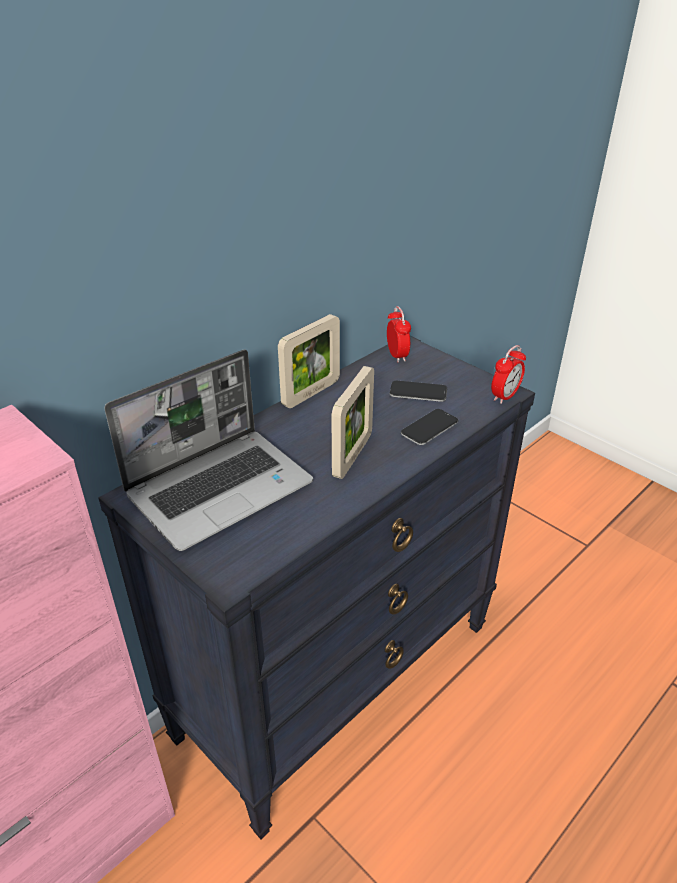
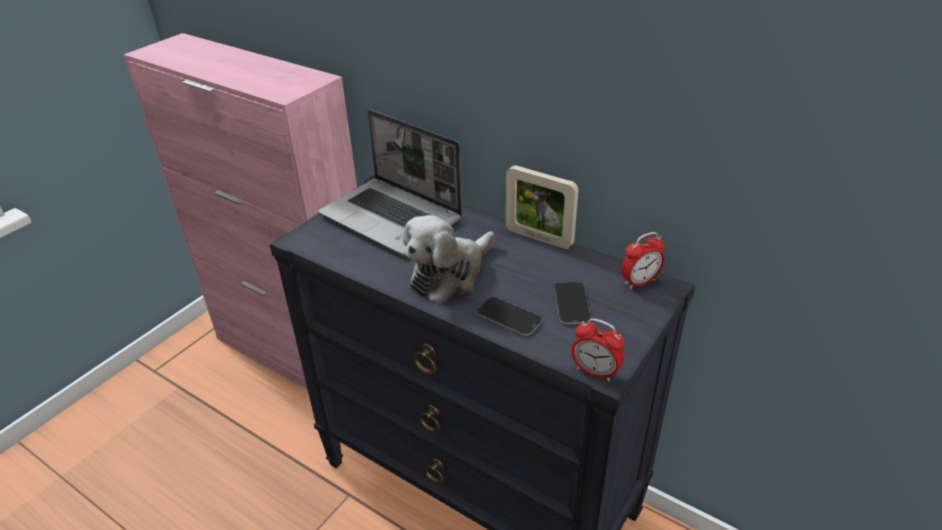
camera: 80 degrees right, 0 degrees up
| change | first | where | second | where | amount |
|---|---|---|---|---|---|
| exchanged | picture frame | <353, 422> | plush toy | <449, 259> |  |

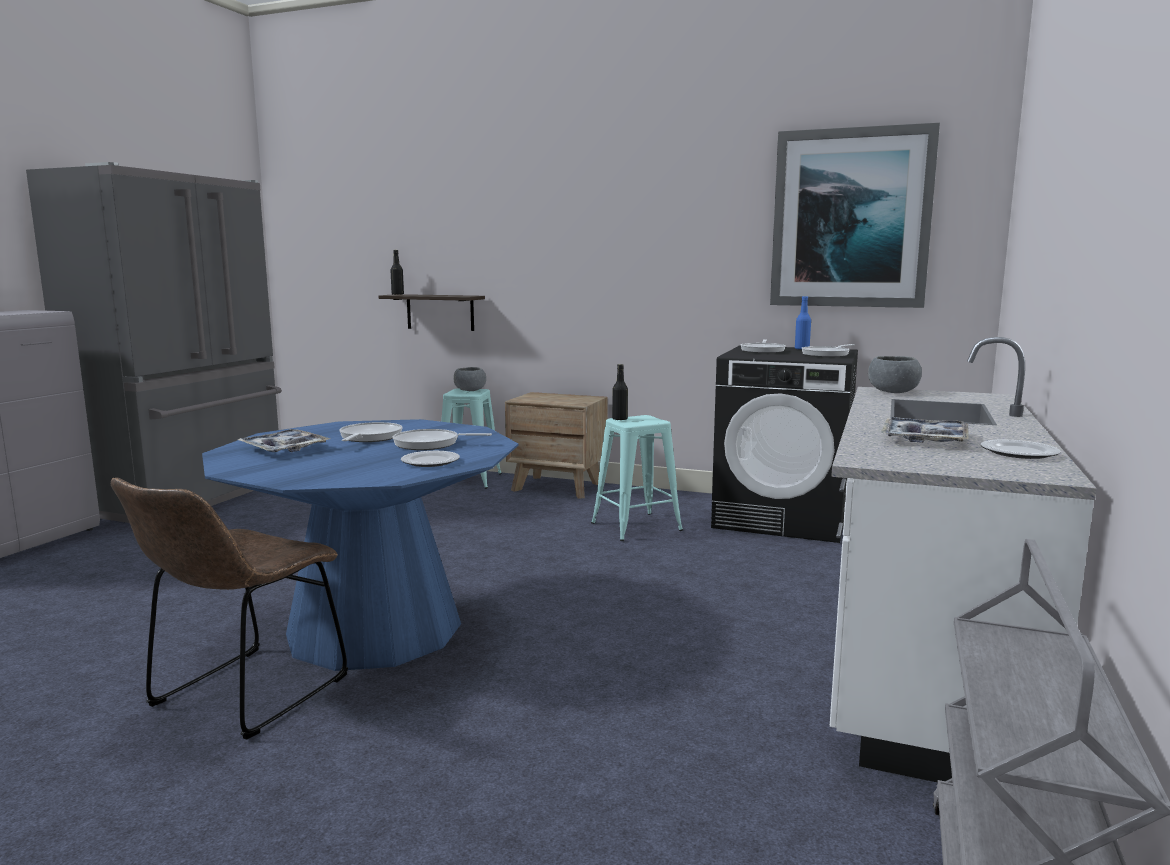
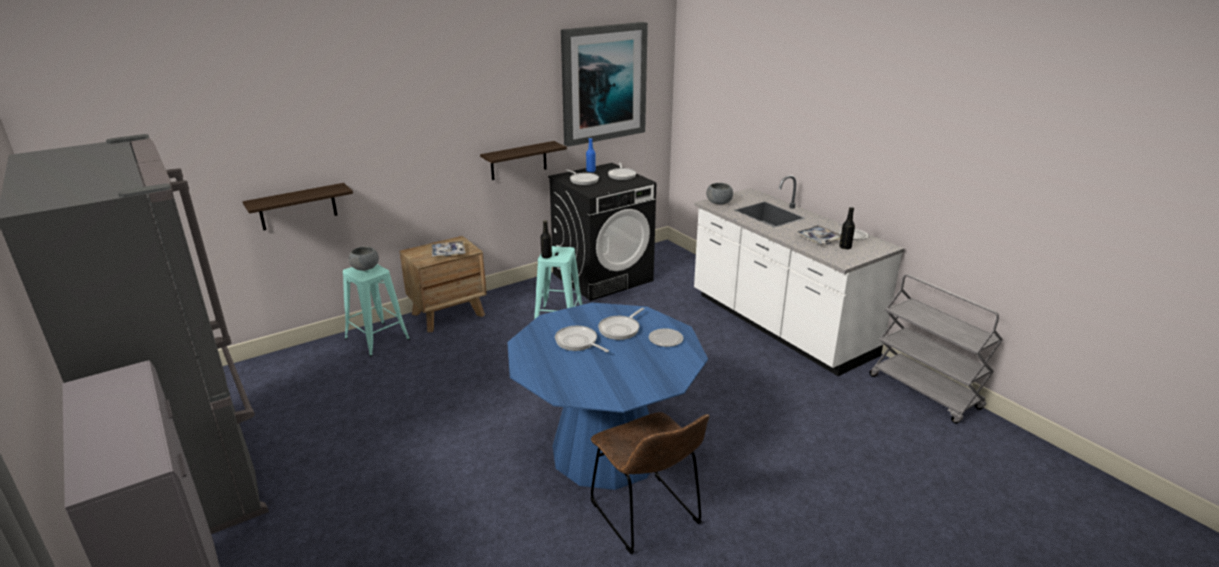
camera: 55 degrees left, 15 degrees up
| change | first | where | second | where | amount |
|---|---|---|---|---|---|
| relocated | serving tray | <284, 440> |  | <448, 249> |  |
| appeared |  |  | bracket shelf | <523, 160> |  |
| relocated | black-coloured bottle | <397, 272> |  | <847, 228> |  |

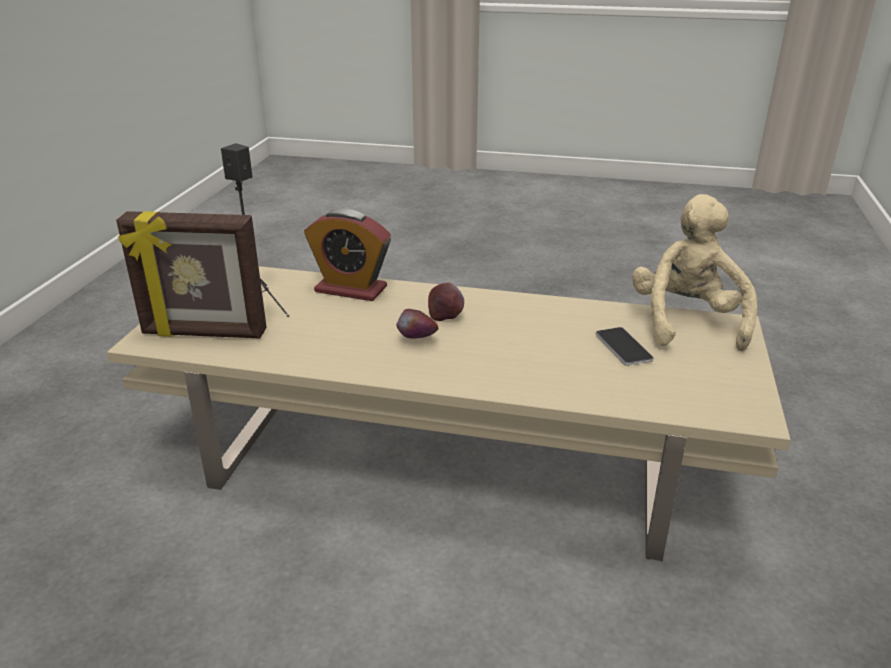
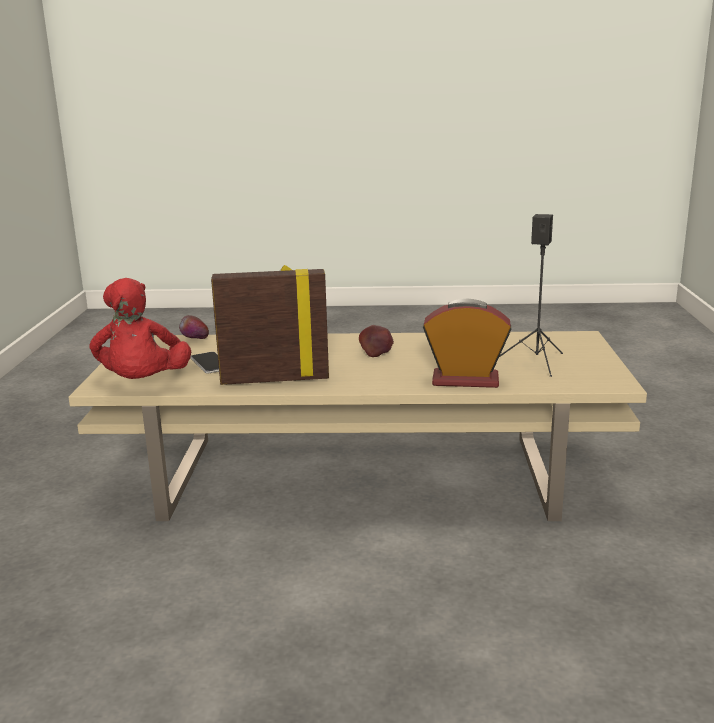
camera: 170 degrees right, 10 degrees down
| change | first | where | second | where | amount |
|---|---|---|---|---|---|
| colour | beige-coloured plush toy | <694, 272> | red plush toy | <140, 328> |  |
| relocated | whole apple | <446, 302> |  | <194, 327> |  |
| relocated | picture frame | <191, 274> |  | <270, 325> |  |

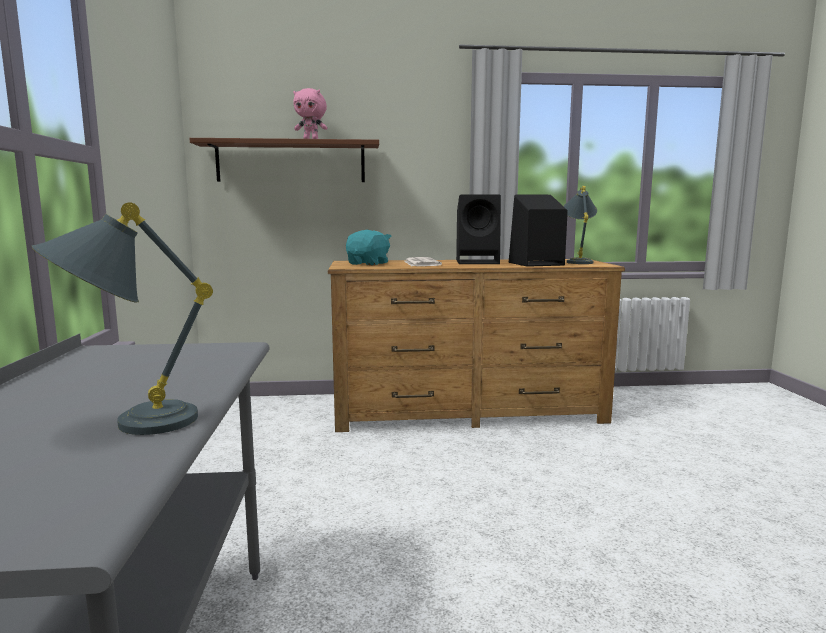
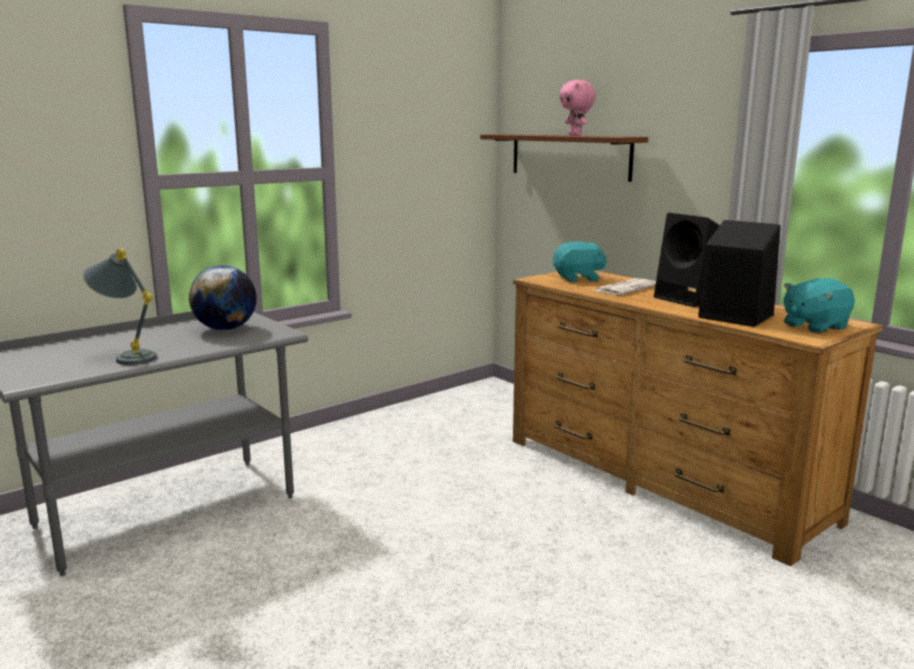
camera: 55 degrees right, 5 degrees up
| change | first | where | second | where | amount |
|---|---|---|---|---|---|
| appeared |  |  | globe | <223, 297> |  |
| exchanged | greyish lamp for a table | <580, 225> | turquoise plush toy | <819, 305> |  |

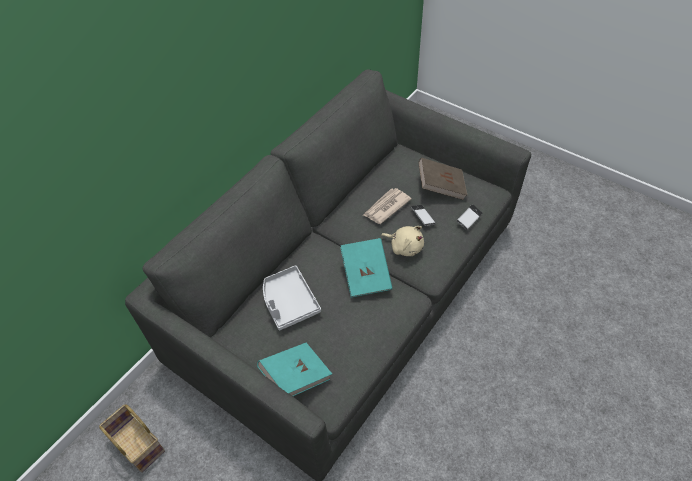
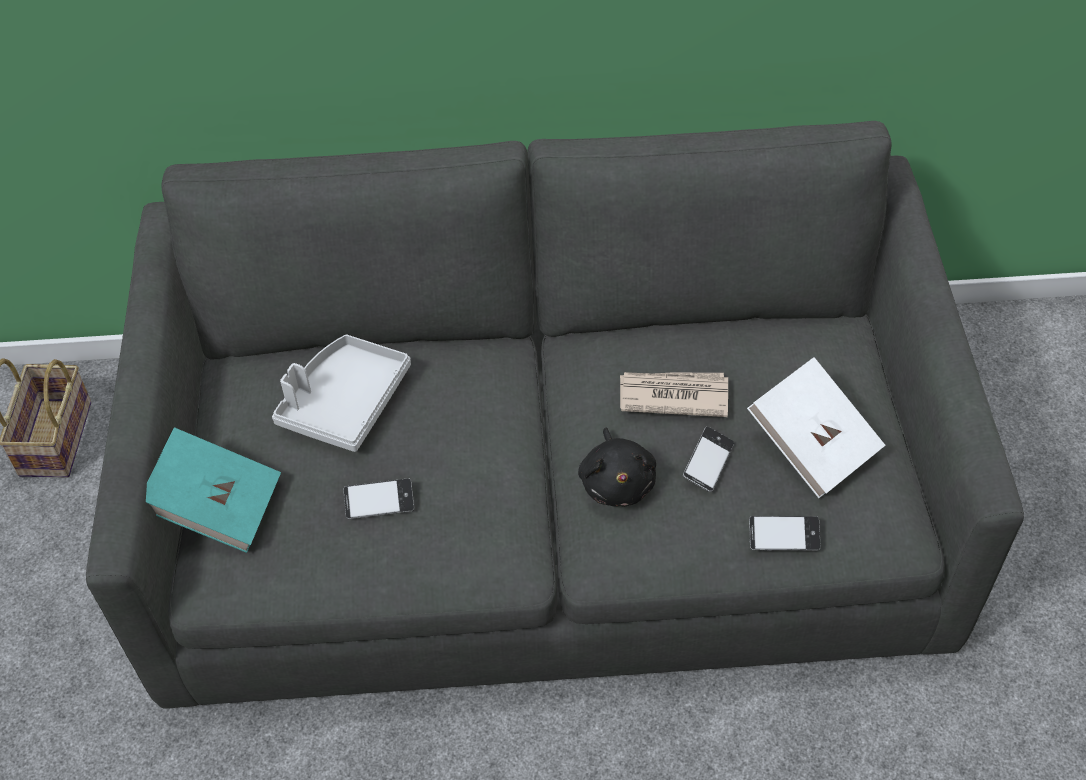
camera: 50 degrees right, 0 degrees up
| change | first | where | second | where | amount |
|---|---|---|---|---|---|
| appeared |  |  | telephone | <378, 498> |  |
| colour | beige-coloured plush toy | <402, 241> | black-coloured plush toy | <617, 467> |  |
| colour | brown volume | <442, 179> | white volume | <816, 427> |  |
| missing | turquoise volume | <366, 268> |  |  |  |

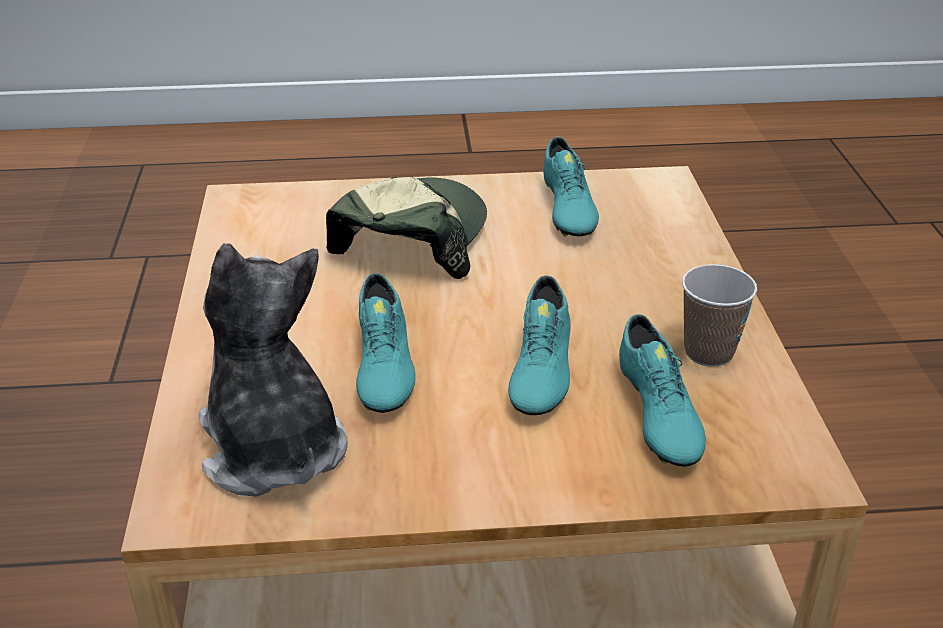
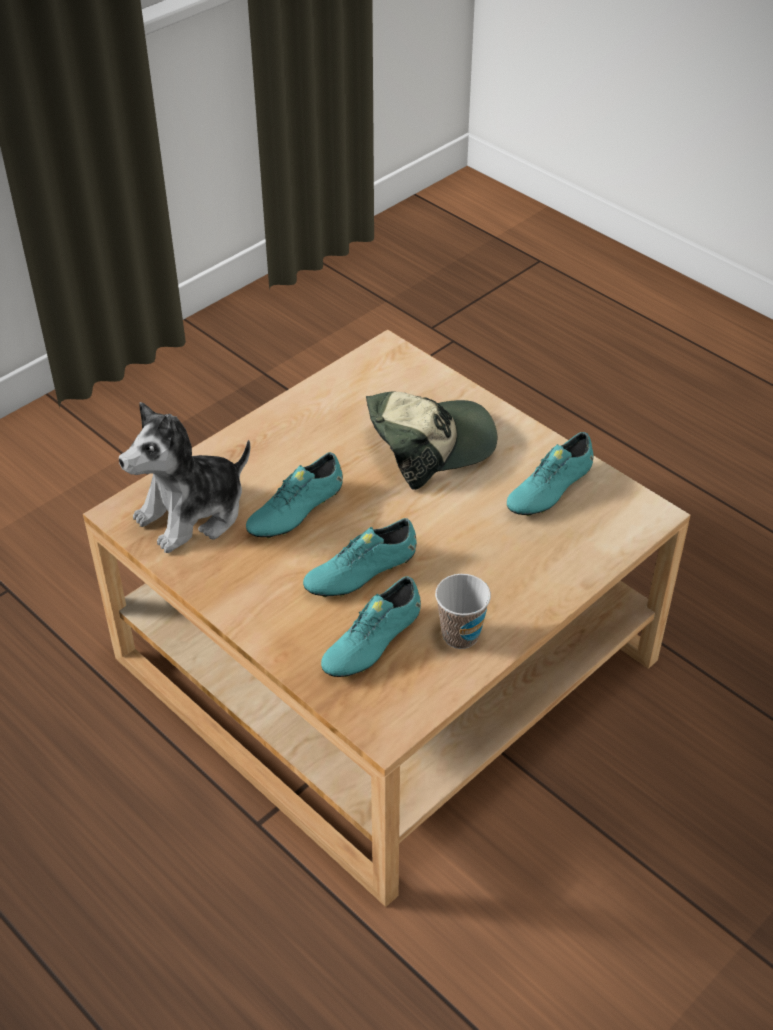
camera: 50 degrees right, 10 degrees up
| change | first | where | second | where | amount |
|---|---|---|---|---|---|
| spun | plush toy | <273, 370> |  | <184, 477> | 150 degrees counterclockwise |

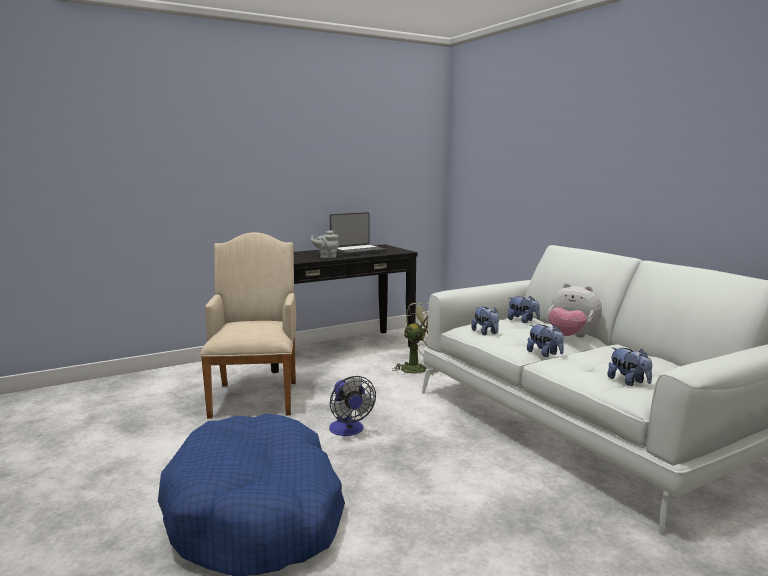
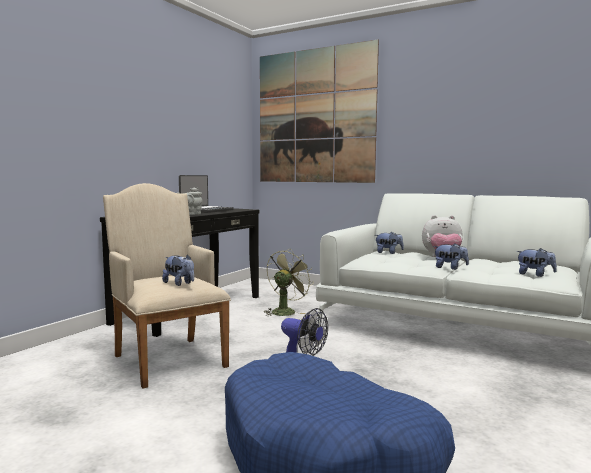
camera: 30 degrees left, 5 degrees down
| change | first | where | second | where | amount |
|---|---|---|---|---|---|
| relocated | plush toy | <485, 321> |  | <178, 270> |  |
| appeared |  |  | wall picture | <319, 111> |  |

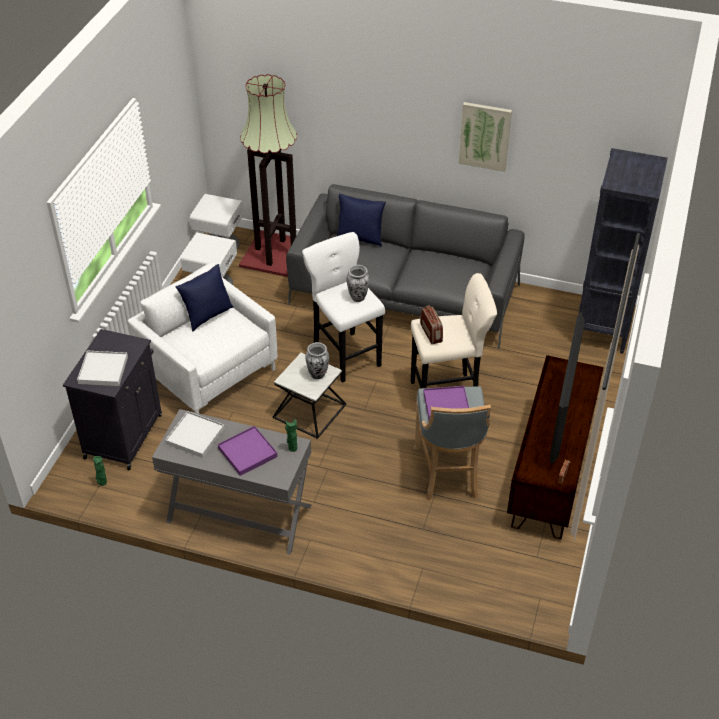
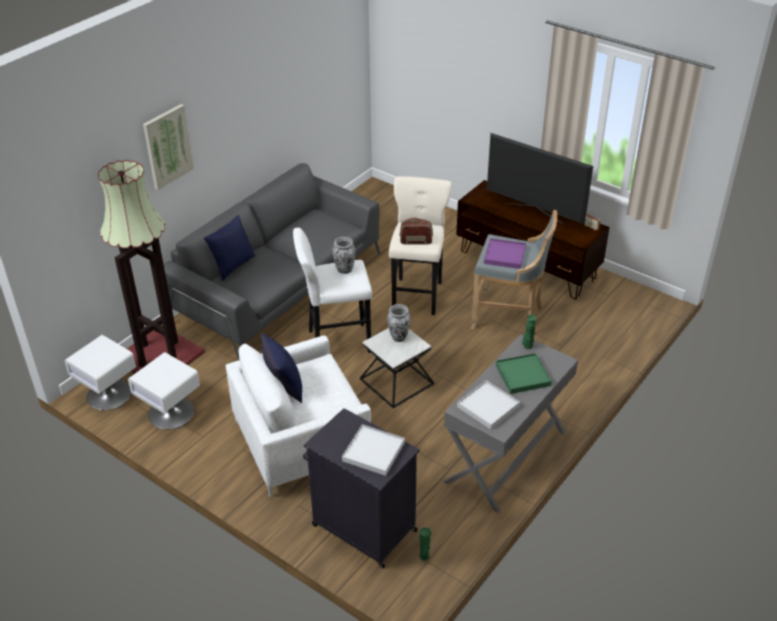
camera: 70 degrees left, 5 degrees down
| change | first | where | second | where | amount |
|---|---|---|---|---|---|
| relocated | wall picture | <485, 137> |  | <168, 147> |  |
| colour | purple serving tray | <248, 451> | green-coloured serving tray | <524, 373> |  |
| missing | black-coloured shelving unit | <623, 251> |  |  |  |

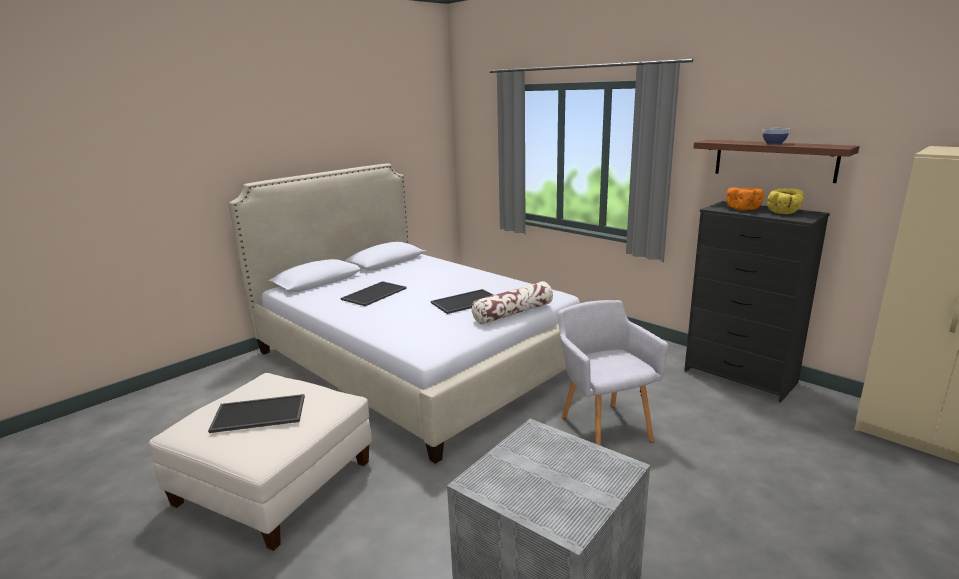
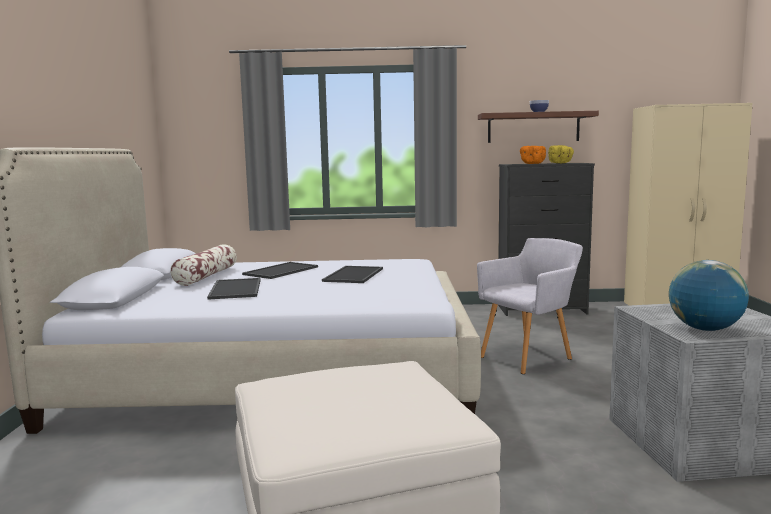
camera: 45 degrees left, 10 degrees down
| change | first | where | second | where | amount |
|---|---|---|---|---|---|
| relocated | throw pillow | <512, 302> |  | <203, 265> |  |
| relocated | serving tray | <256, 413> |  | <280, 270> |  |
| spun | greyish lounge chair | <613, 373> |  | <530, 306> | 120 degrees clockwise |
| appeared |  |  | globe | <709, 295> |  |

